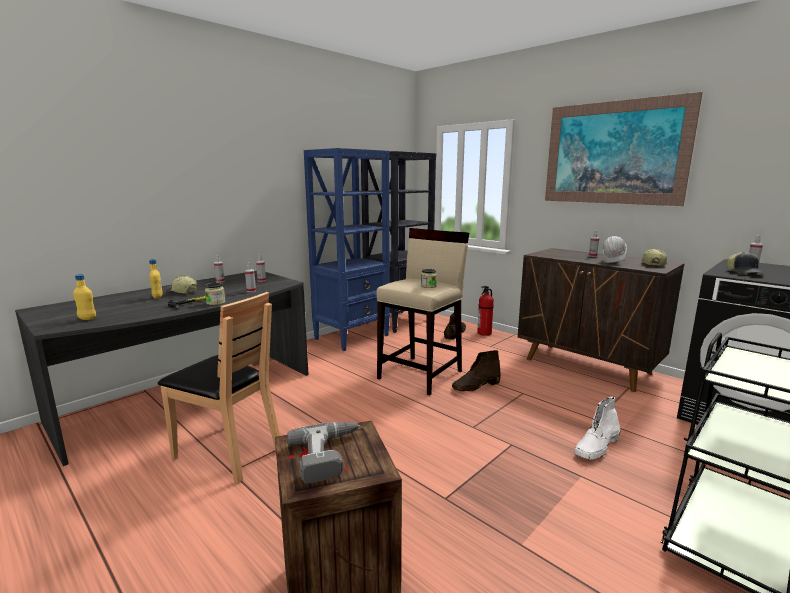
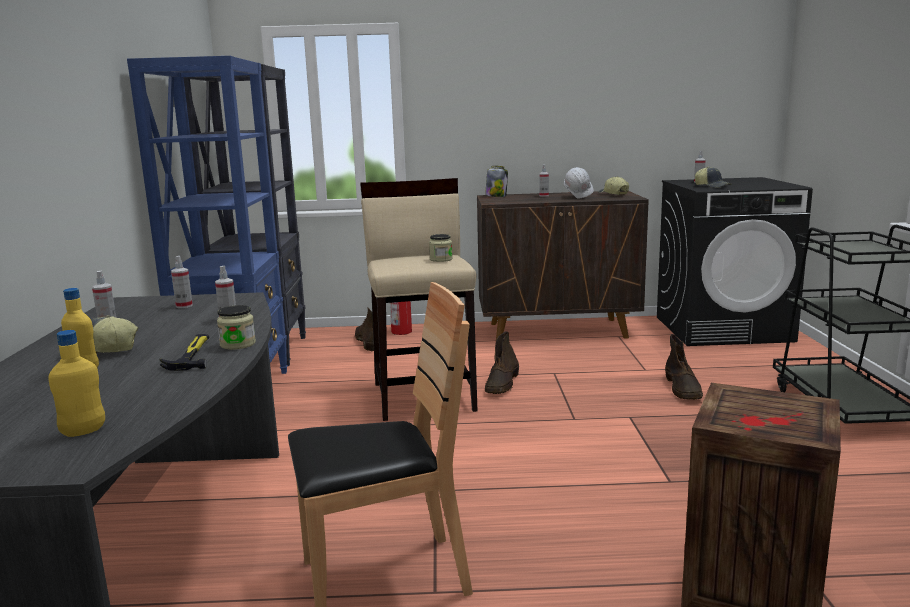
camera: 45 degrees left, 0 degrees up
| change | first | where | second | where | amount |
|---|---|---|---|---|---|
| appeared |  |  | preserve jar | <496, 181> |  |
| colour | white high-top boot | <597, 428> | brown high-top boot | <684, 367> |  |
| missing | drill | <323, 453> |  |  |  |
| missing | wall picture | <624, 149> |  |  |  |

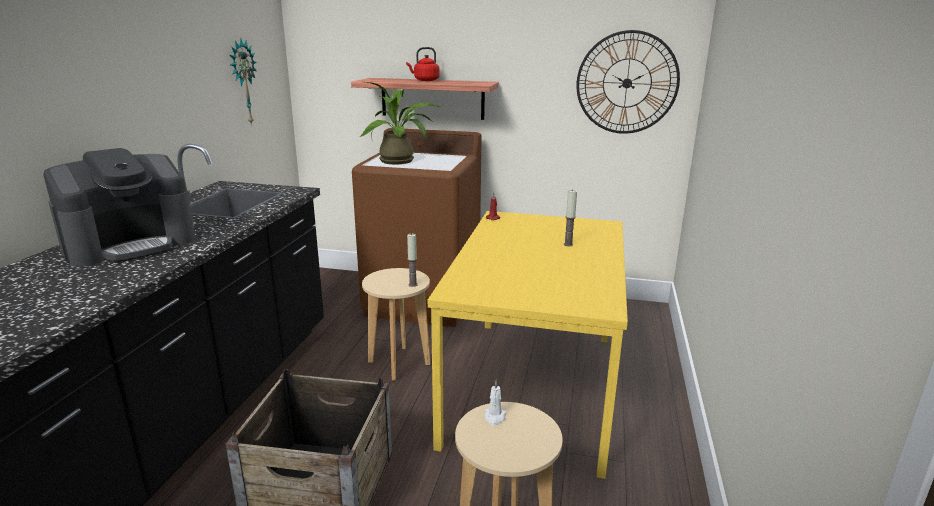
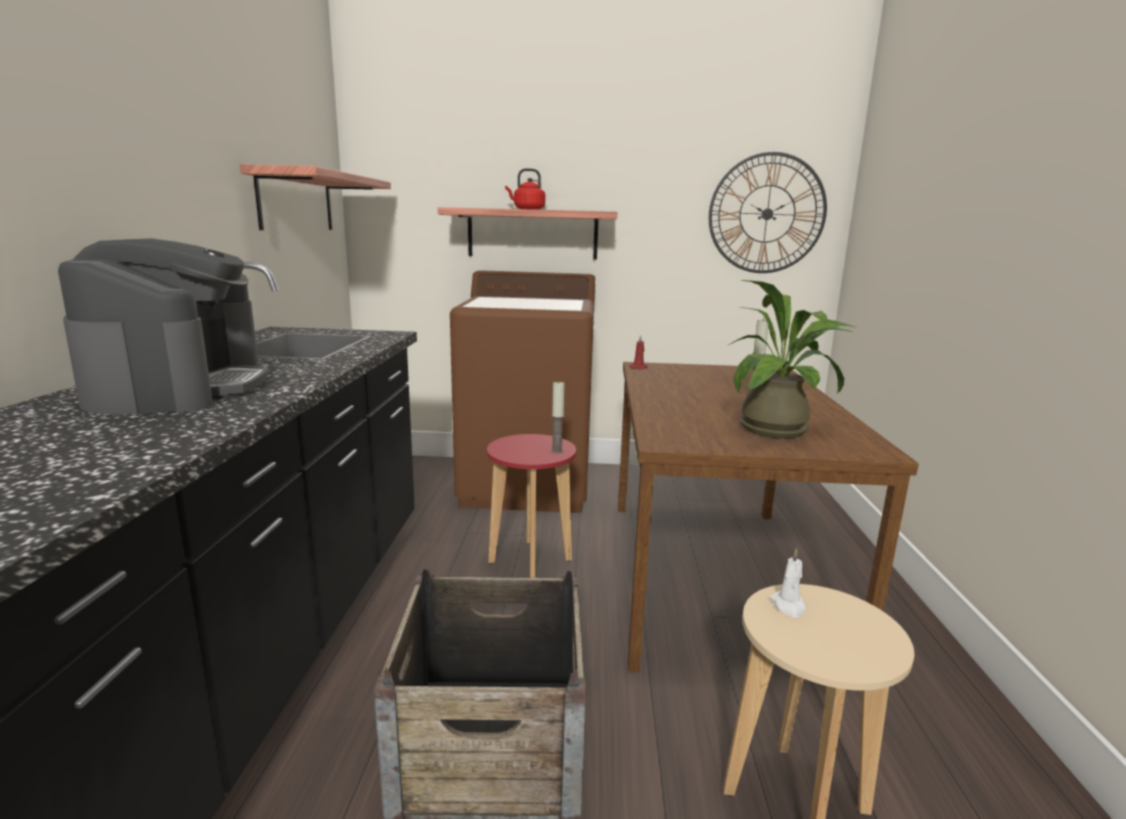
camera: 10 degrees left, 5 degrees down
| change | first | where | second | where | amount |
|---|---|---|---|---|---|
| spun | coffee brewer | <119, 207> |  | <163, 326> | 45 degrees counterclockwise |
| exchanged | hanging clock | <243, 82> | bracket shelf | <315, 197> |  |
| colour | beige-coloured sitting stool | <396, 324> | red sitting stool | <531, 506> |  |
| colour | yellow-coloured kitchen table | <528, 345> | brown kitchen table | <768, 517> |  |
| relocated | potted plant | <400, 123> |  | <792, 359> |  |

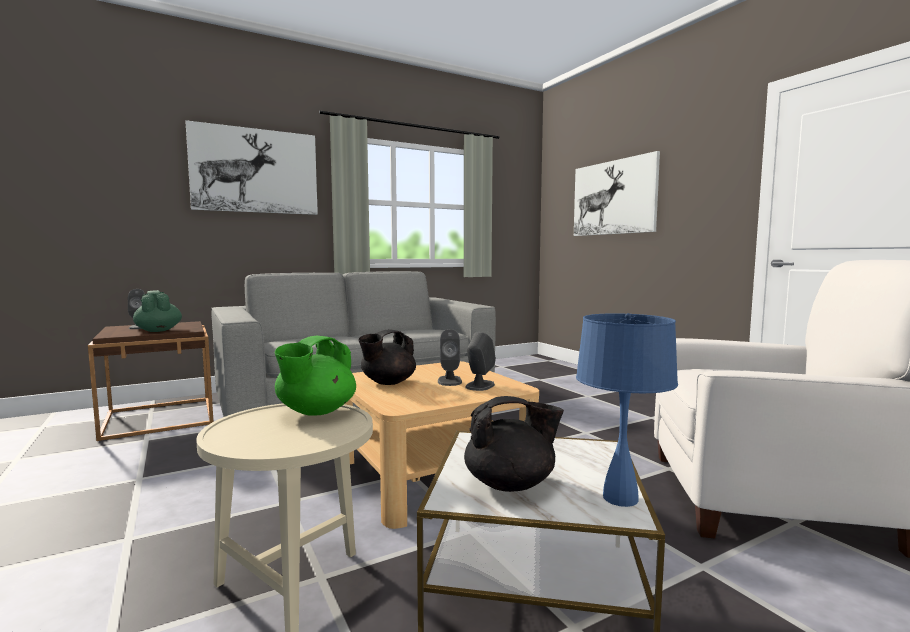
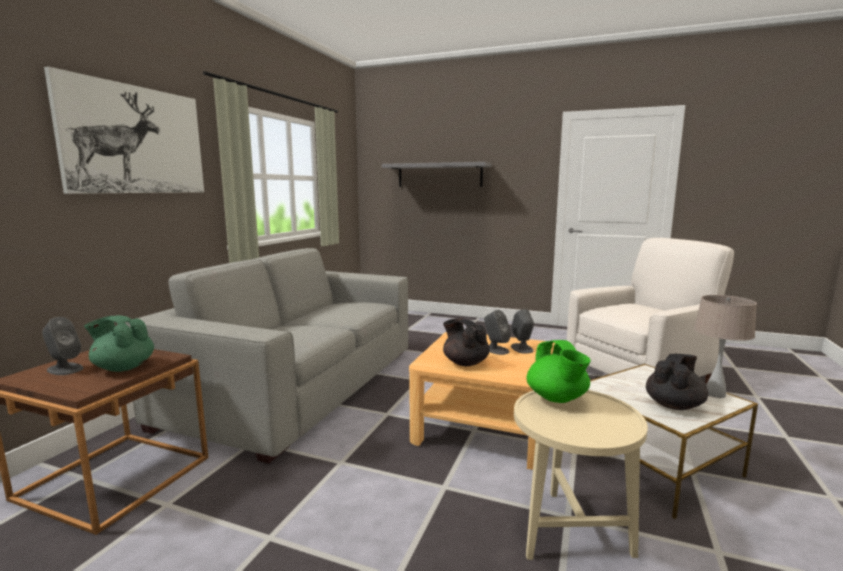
camera: 40 degrees left, 5 degrees up
| change | first | where | second | where | amount |
|---|---|---|---|---|---|
| exchanged | wall picture | <617, 193> | greyish bracket shelf | <436, 174> |  |
| spun | black-coloured tea pot | <387, 357> |  | <466, 342> | 135 degrees clockwise |
| colour | blue lamp for a table | <627, 410> | beige-coloured lamp for a table | <725, 346> |  |

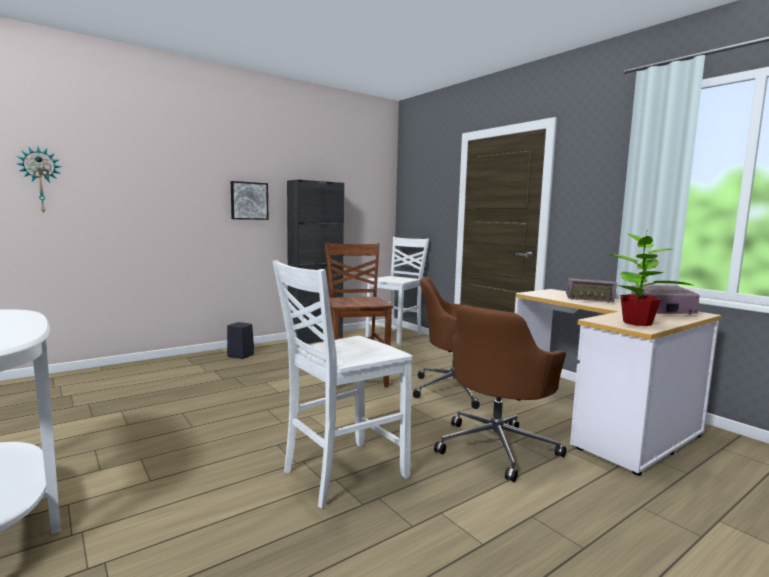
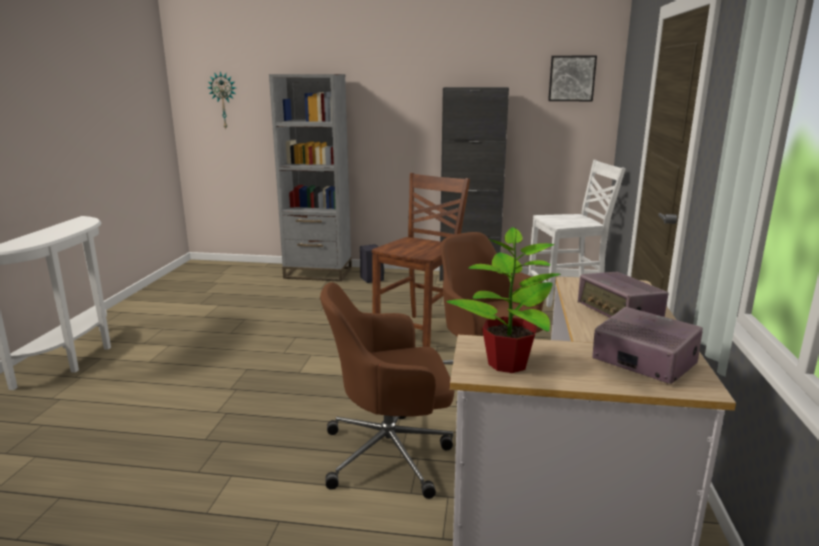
camera: 45 degrees right, 10 degrees up
| change | first | where | second | where | amount |
|---|---|---|---|---|---|
| appeared |  |  | greyish shelving unit | <310, 178> |  |
| relocated | wall picture | <249, 200> |  | <572, 78> |  |
| missing | white upright chair | <342, 384> |  |  |  |

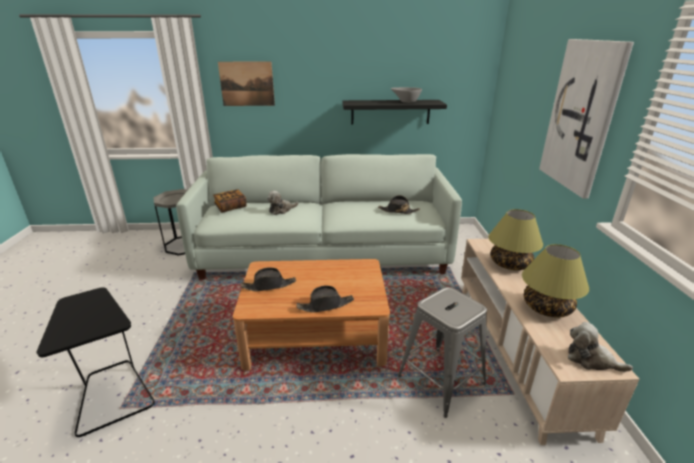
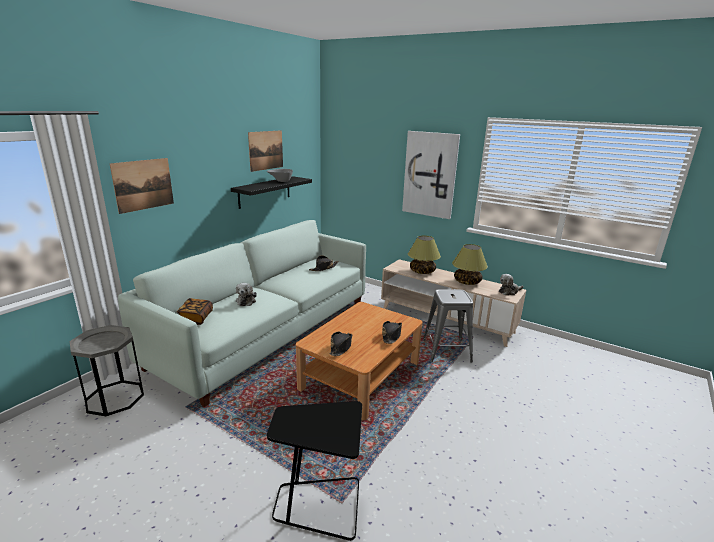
camera: 55 degrees left, 5 degrees down
| change | first | where | second | where | amount |
|---|---|---|---|---|---|
| appeared |  |  | wall picture | <265, 151> |  |

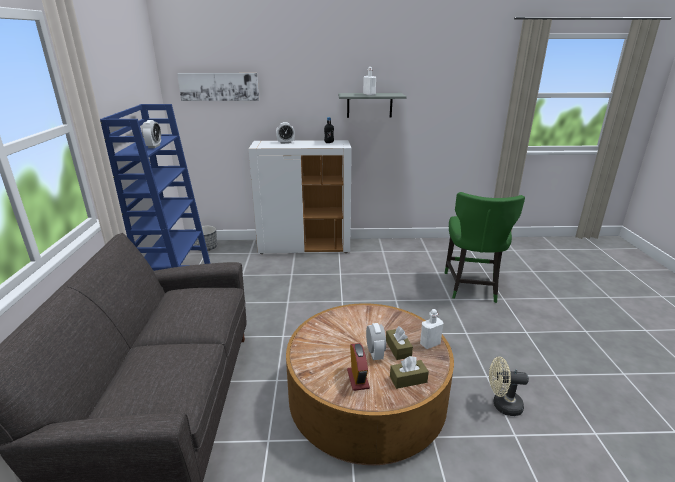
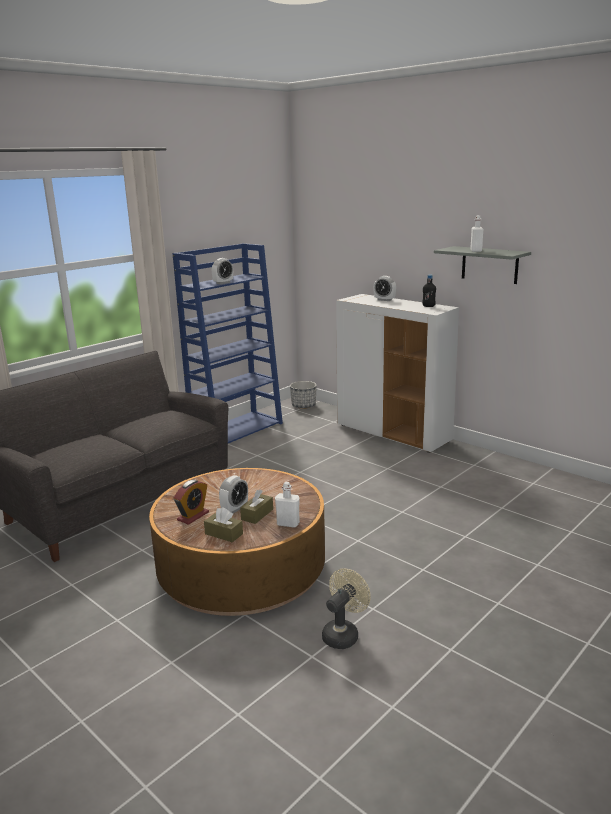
camera: 45 degrees right, 5 degrees down
| change | first | where | second | where | amount |
|---|---|---|---|---|---|
| spun | beige-coloured fan | <509, 386> |  | <346, 608> | 75 degrees clockwise |
| missing | wall picture | <218, 87> |  |  |  |
| missing | green-coloured upright chair | <485, 247> |  |  |  |

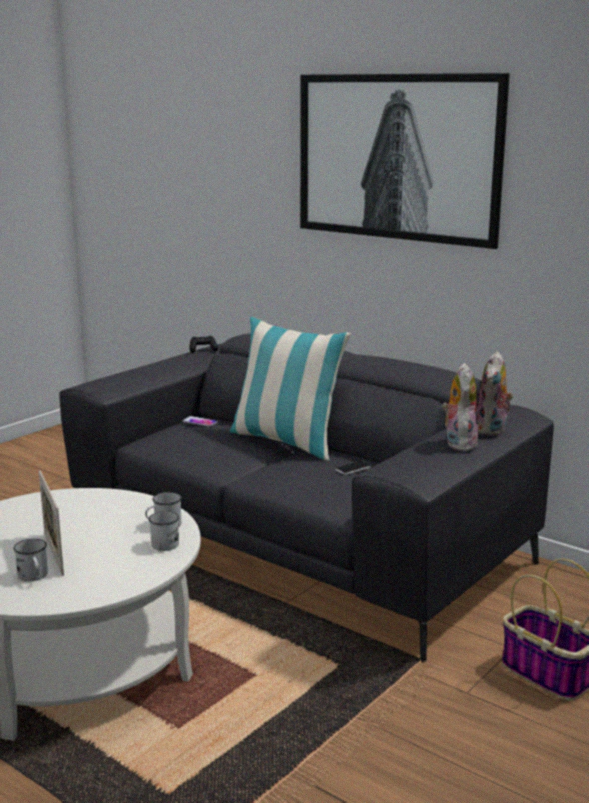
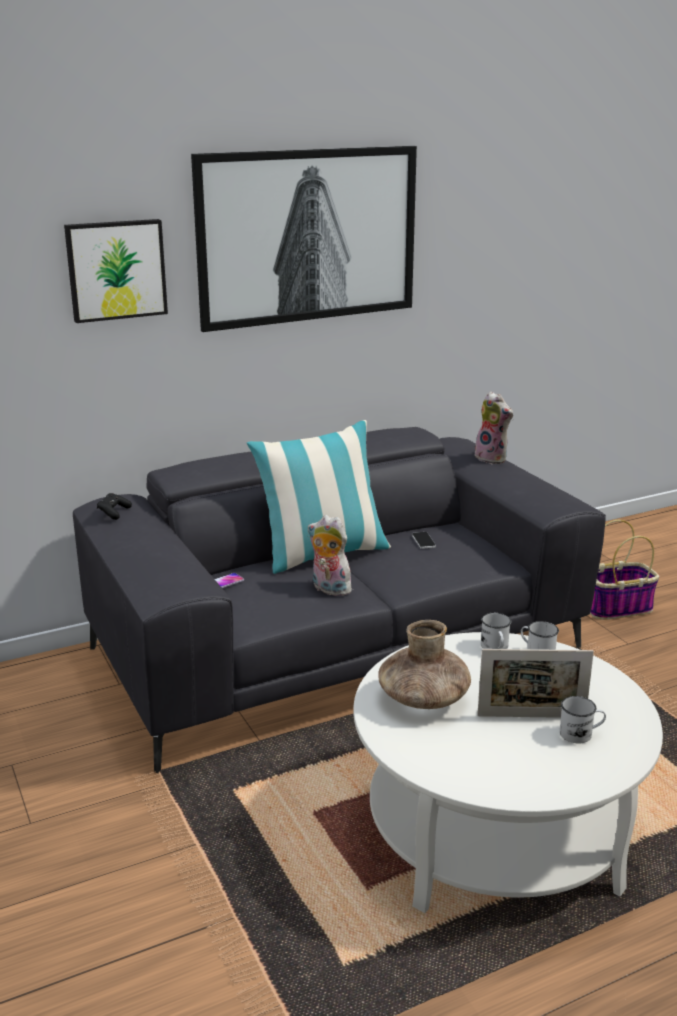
camera: 65 degrees left, 5 degrees up
| change | first | where | second | where | amount |
|---|---|---|---|---|---|
| appeared |  |  | wall picture | <116, 271> |  |
| relocated | plush toy | <460, 407> |  | <330, 555> |  |
| appeared |  |  | brown decorative vase | <424, 664> |  |

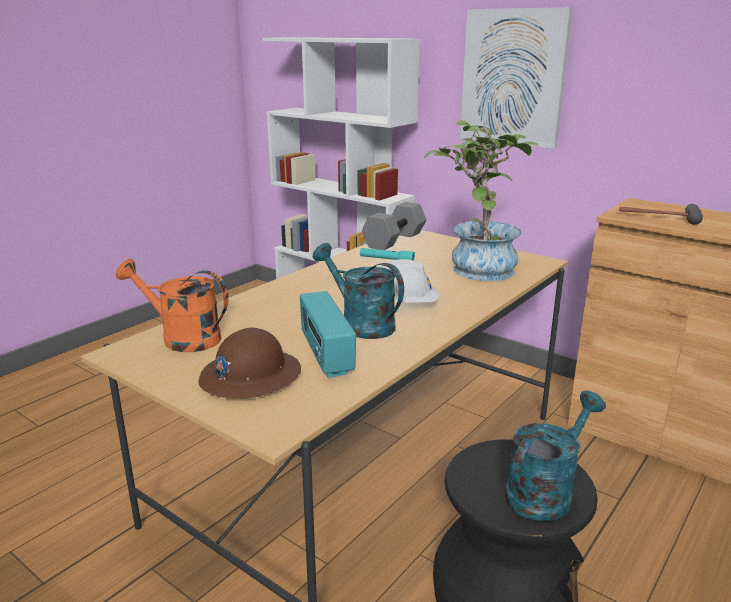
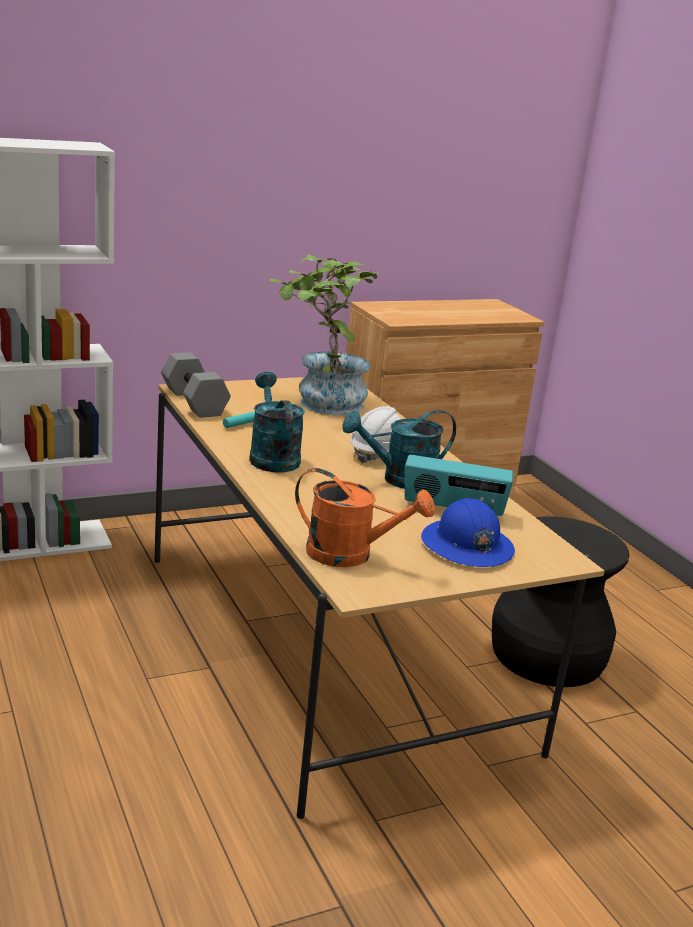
camera: 65 degrees left, 0 degrees up
| change | first | where | second | where | amount |
|---|---|---|---|---|---|
| relocated | turquoise sprinkling can | <555, 455> |  | <277, 422> |  |
| spun | orangey sprinkling can | <172, 305> |  | <365, 517> | 120 degrees counterclockwise |
| colour | brown safety helmet | <249, 363> | blue safety helmet | <468, 532> |  |
| missing | wall picture | <516, 78> |  |  |  |
| missing | hammer | <661, 214> |  |  |  |

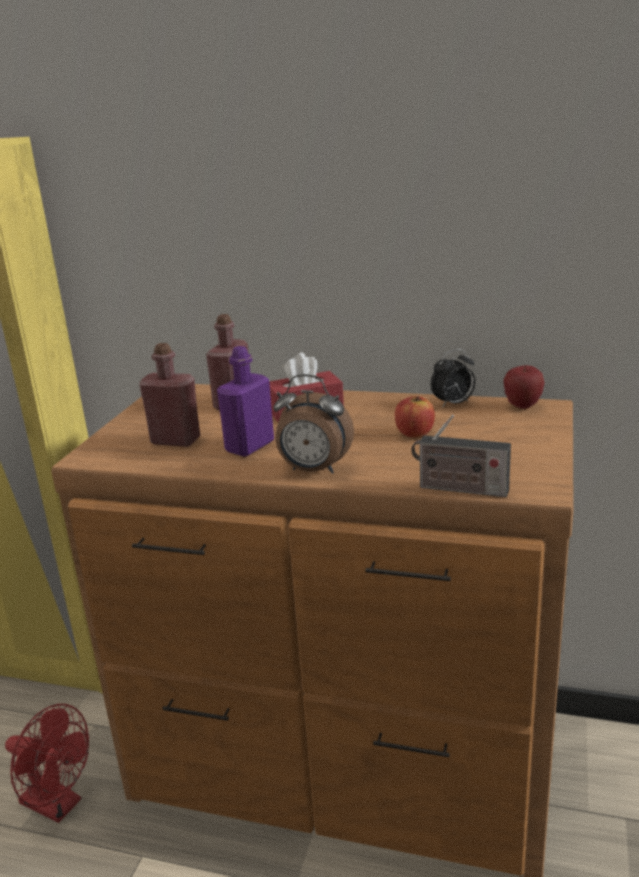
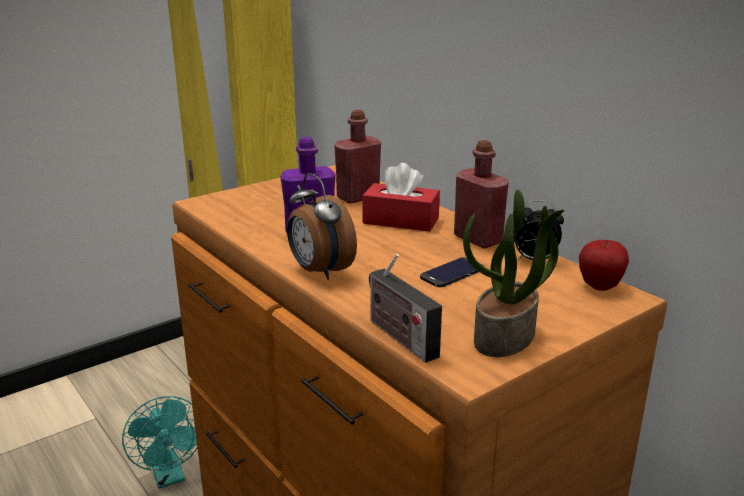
camera: 35 degrees right, 0 degrees up
| change | first | where | second | where | amount |
|---|---|---|---|---|---|
| colour | red fan | <47, 763> | turquoise fan | <159, 442> |  |
| exchanged | whole apple | <415, 416> | telephone | <452, 272> |  |
| relocated | red bottle | <169, 395> |  | <481, 194> |  |
| appeared |  |  | potted plant | <513, 273> |  |

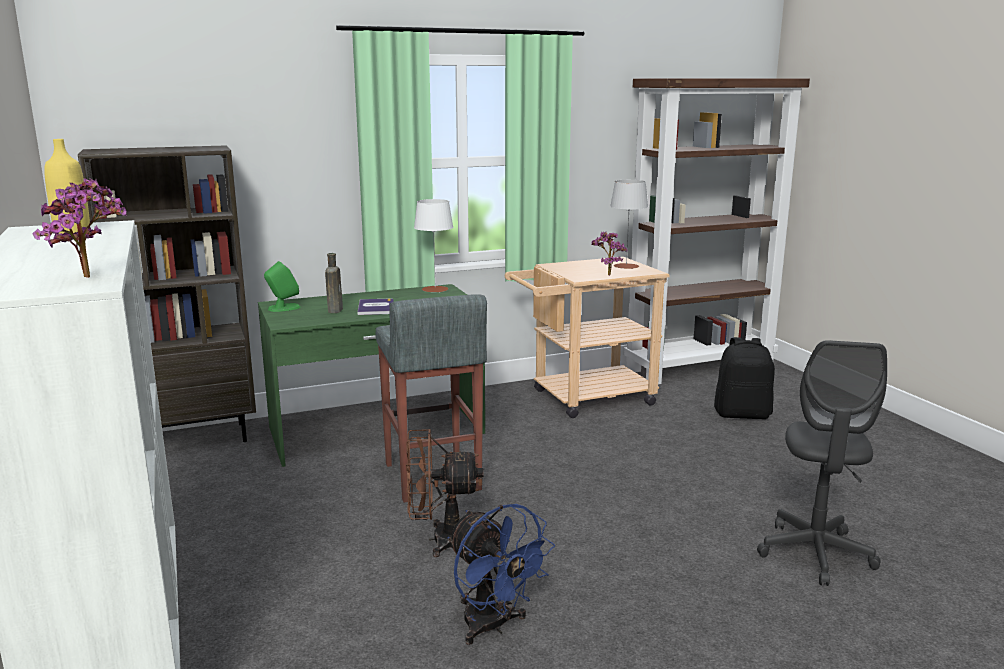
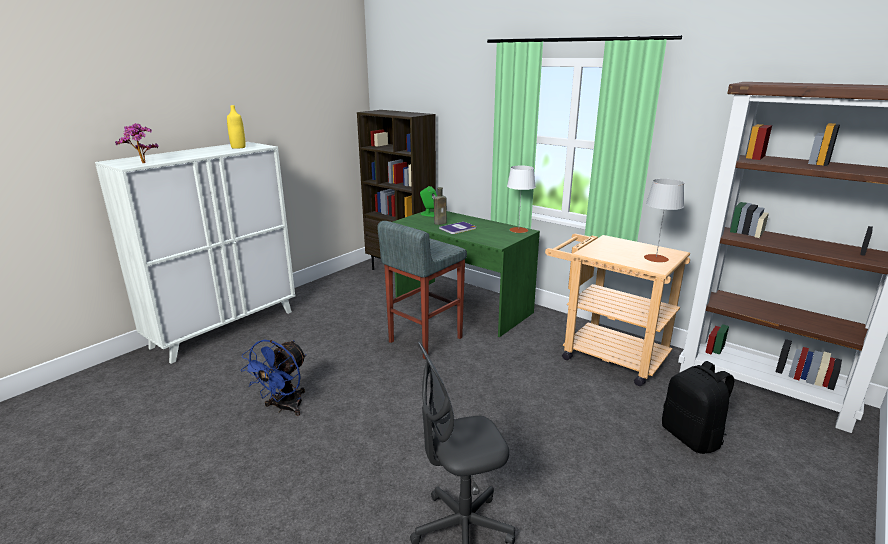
camera: 60 degrees right, 5 degrees up
| change | first | where | second | where | amount |
|---|---|---|---|---|---|
| missing | brown fan | <445, 493> |  |  |  |
| missing | potted plant | <609, 253> |  |  |  |

